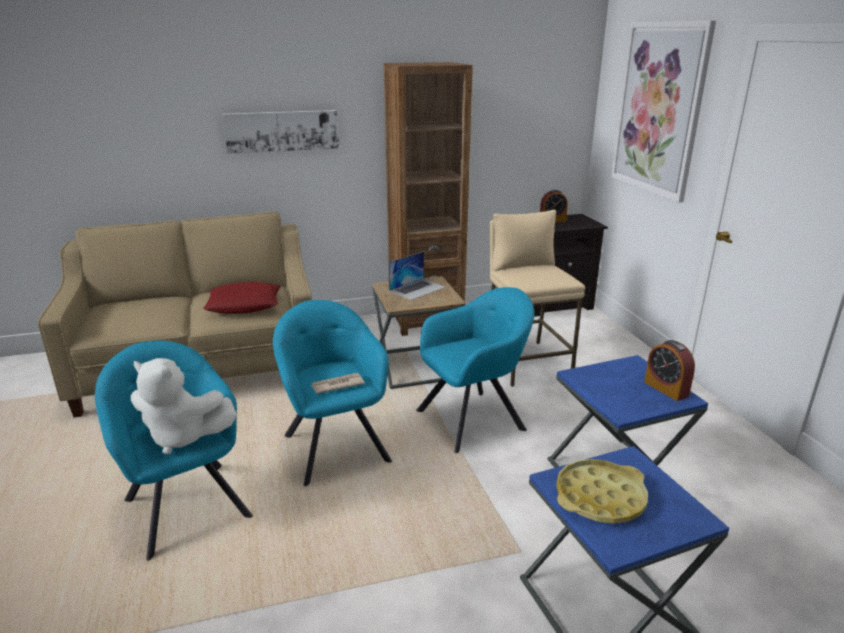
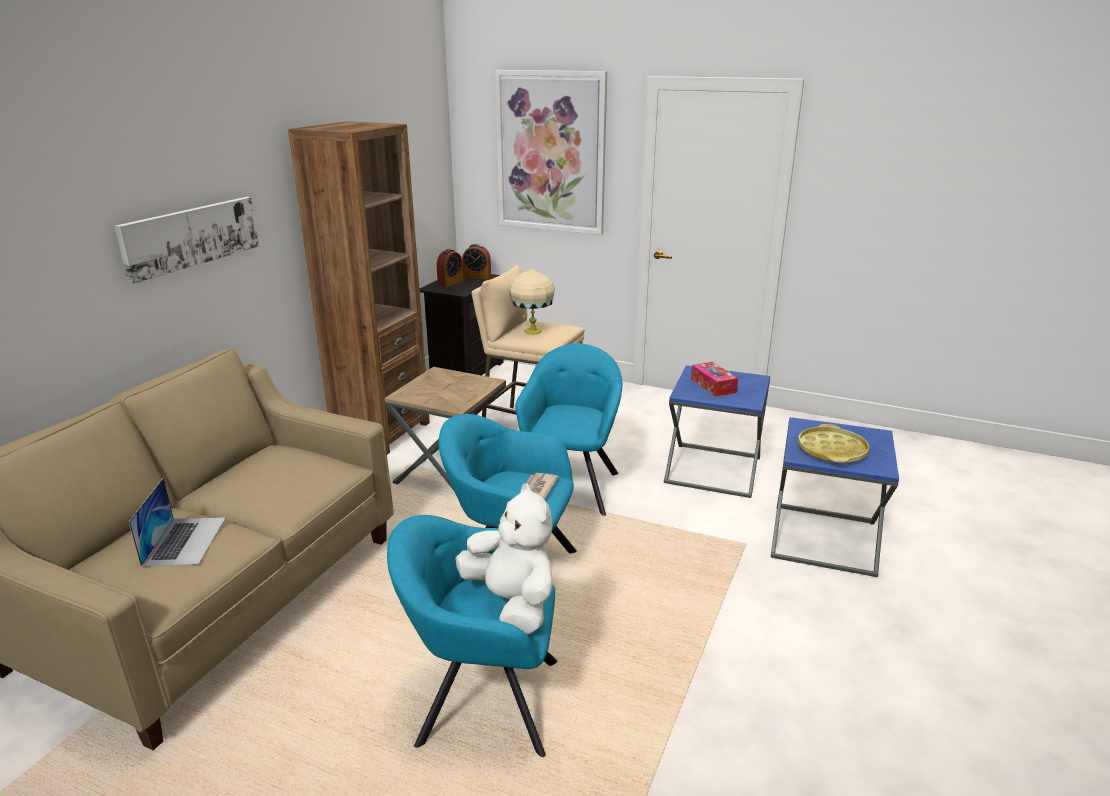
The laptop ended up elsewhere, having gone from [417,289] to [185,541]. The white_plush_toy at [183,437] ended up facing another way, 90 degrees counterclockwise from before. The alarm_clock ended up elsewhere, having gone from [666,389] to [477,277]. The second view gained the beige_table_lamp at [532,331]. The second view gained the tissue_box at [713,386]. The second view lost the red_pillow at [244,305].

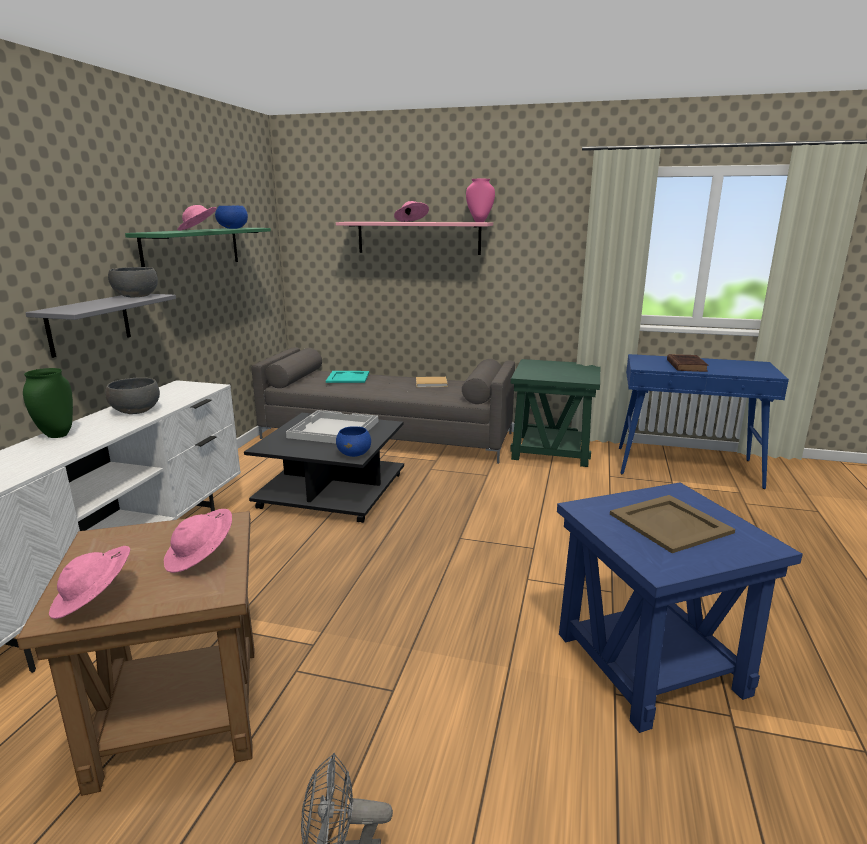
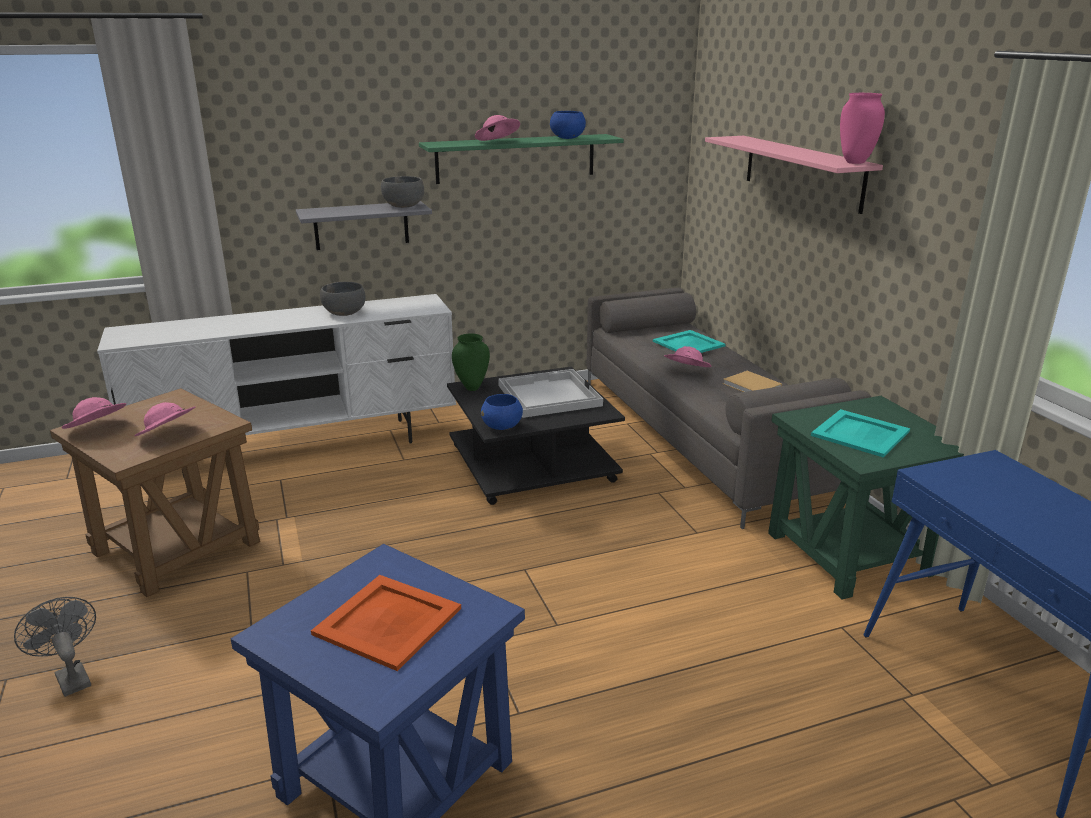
What was the beige_tray at [670,523] turned into the orange_tray at [389,621]. The green_vase ended up elsewhere, having gone from [56,435] to [472,388]. The pink_hat ended up elsewhere, having gone from [411,222] to [686,371]. The second view gained the turquoise_tray at [859,433]. The second view lost the brown_book at [686,365].

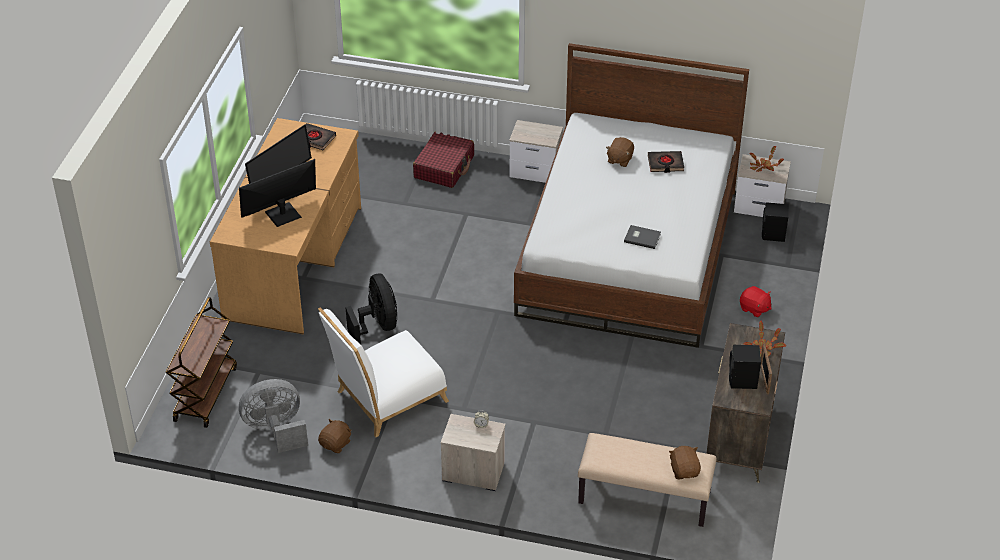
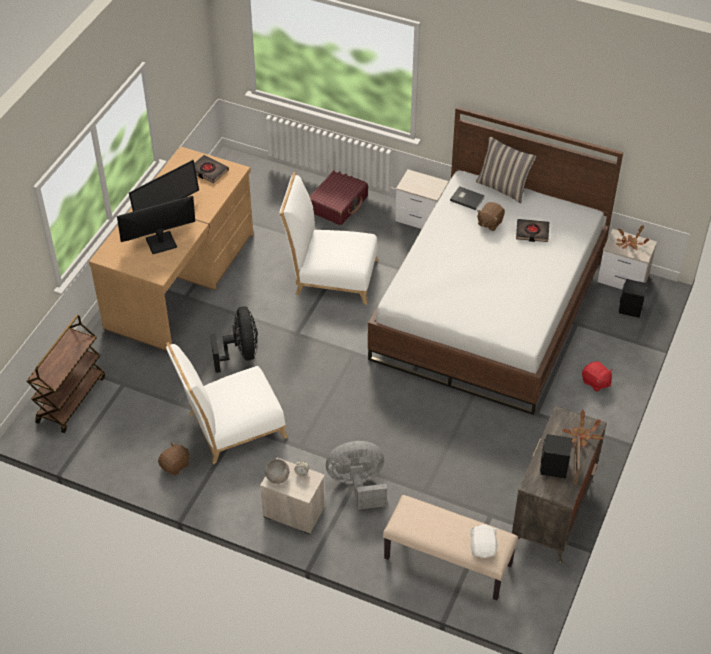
The second view gained the grey_bowl at [277,477]. The second view gained the white_chair at [331,276]. The grey_fan ended up elsewhere, having gone from [276,430] to [358,485]. The grey_book ended up elsewhere, having gone from [642,237] to [467,198]. What was the brown_plush_toy at [684,470] turned into the white_plush_toy at [483,548]. The second view gained the pillow at [503,187].

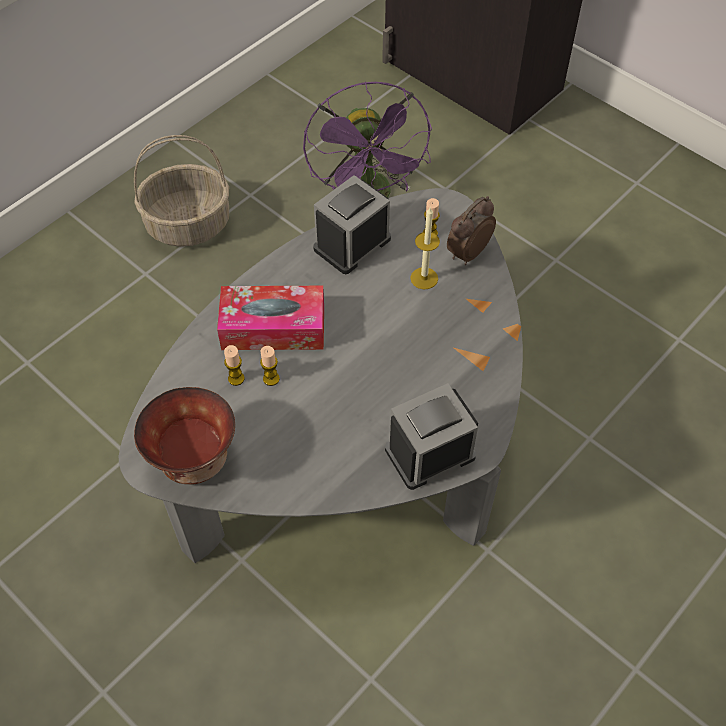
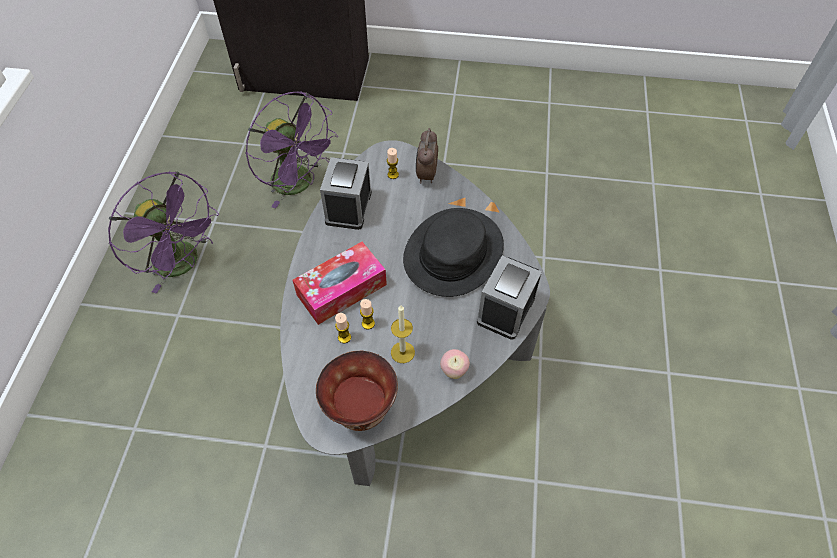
Where the basket stood at [189,223], the purple_fan came to stand at [184,264]. The candle ended up elsewhere, having gone from [424,278] to [402,352]. The second view gained the black_hat at [453,252]. The second view gained the apple at [454,371].

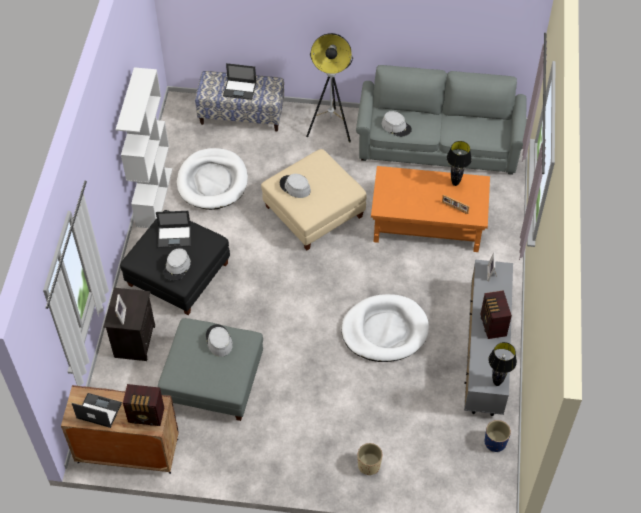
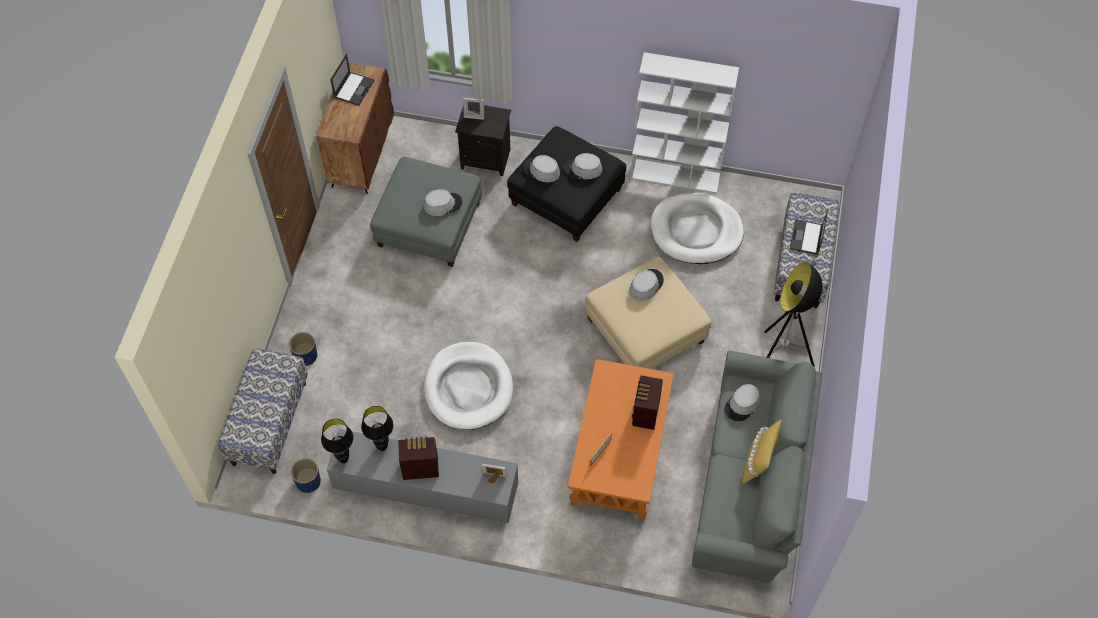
The second view gained the bench at [269,423]. What was the beige_planter at [368,465] turned into the blue_planter at [305,356]. The black_table_lamp ended up elsewhere, having gone from [455,183] to [382,447]. Where the laptop stood at [175,236], the grey_hat came to stand at [583,169]. The radio ended up elsewhere, having gone from [147,416] to [645,413]. The second view gained the yellow_pillow at [758,462].

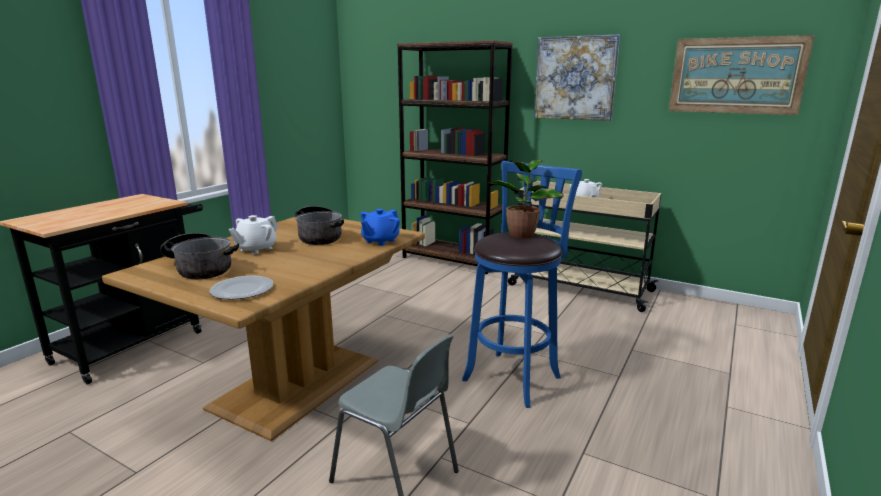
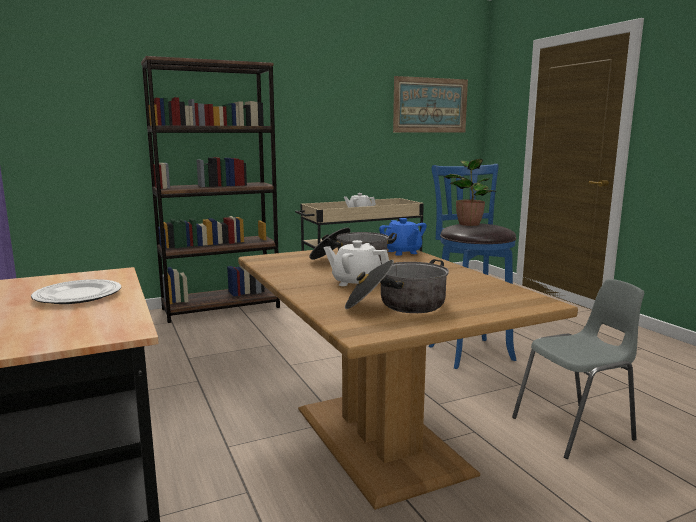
The plate ended up elsewhere, having gone from [241,290] to [77,295]. The white_teapot at [256,249] ended up facing another way, 135 degrees clockwise from before. The second view lost the picture at [575,78].

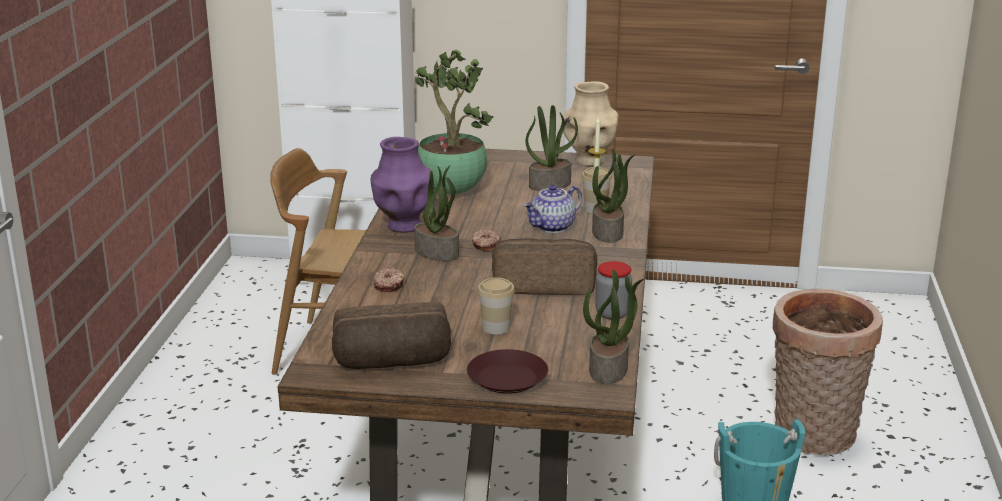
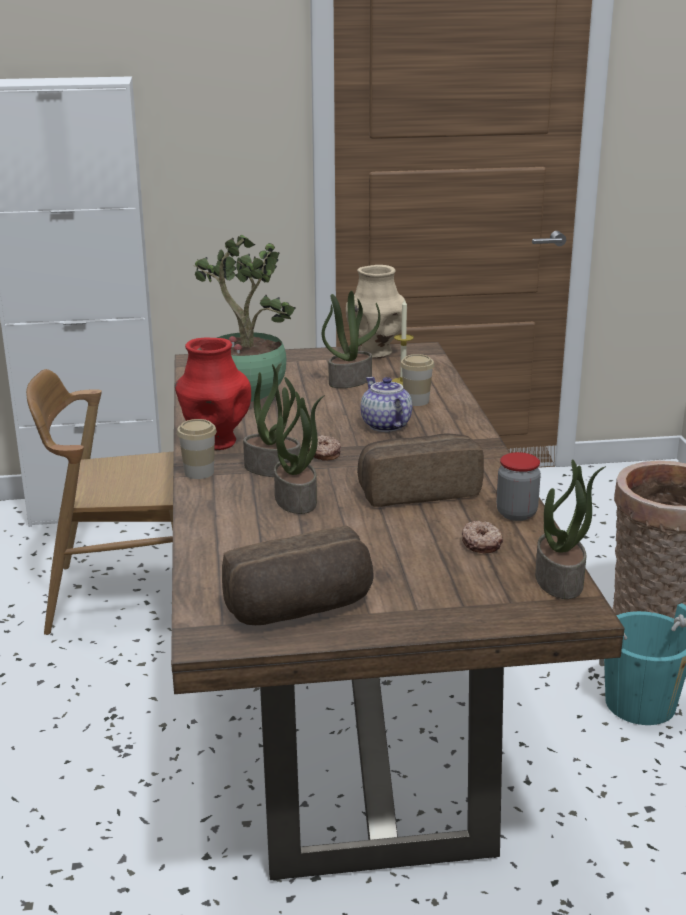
What was the purple_vase at [403,226] turned into the red_vase at [215,443]. The cup ended up elsewhere, having gone from [496,327] to [199,472]. The potted_plant ended up elsewhere, having gone from [608,233] to [297,500]. The teapot at [553,227] ended up facing another way, 120 degrees clockwise from before. The donut ended up elsewhere, having gone from [389,285] to [482,543]. The second view lost the brown_plate at [507,378].

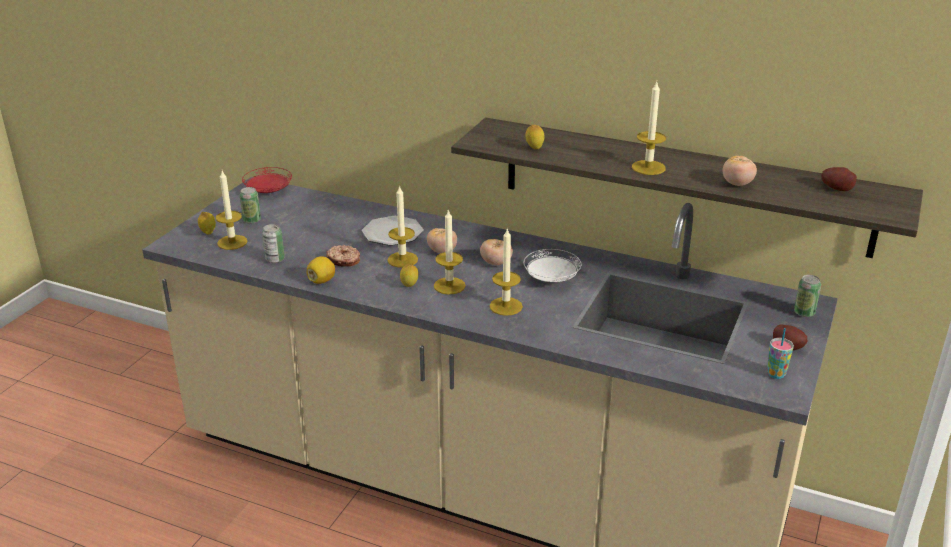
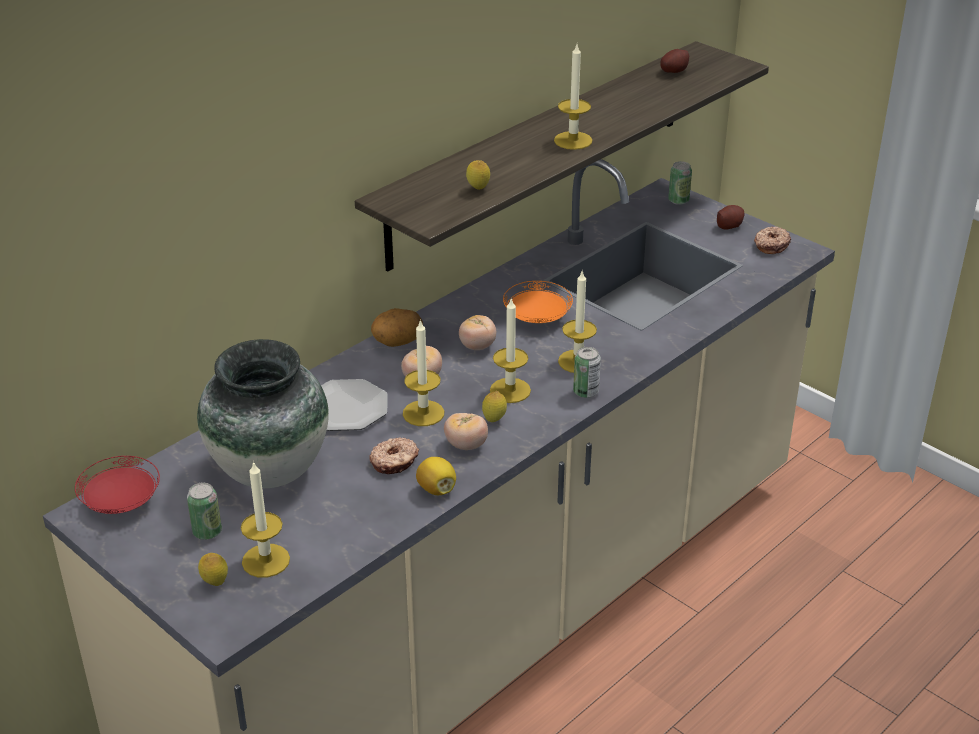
The second view gained the vase at [270,471]. The second view gained the potato at [397,342]. The tomato ended up elsewhere, having gone from [737,184] to [466,445]. What was the white_plate at [552,279] turned into the orange_plate at [537,318]. The can ended up elsewhere, having gone from [275,259] to [586,392]. Where the cup stood at [776,374], the donut came to stand at [770,245].

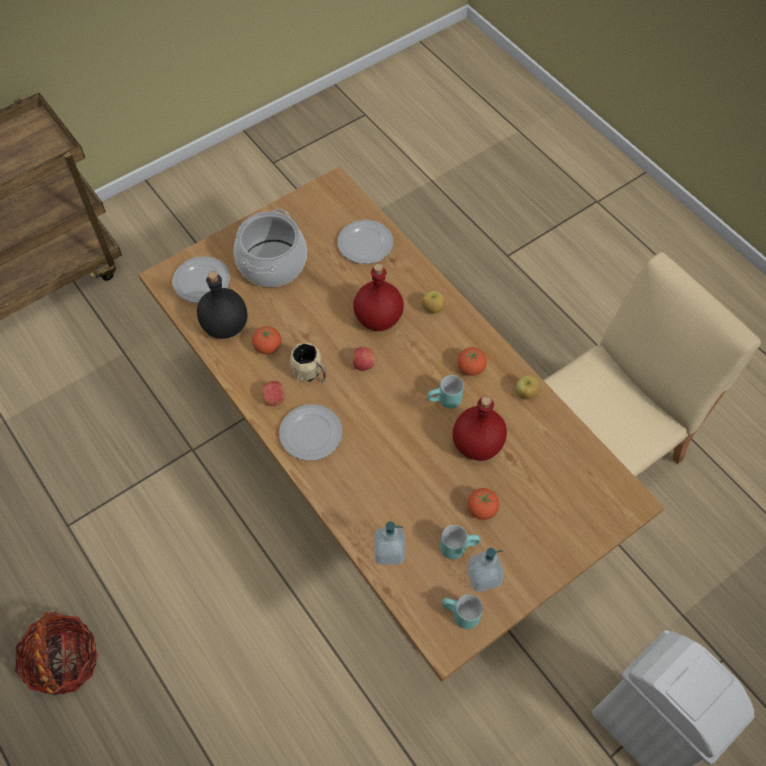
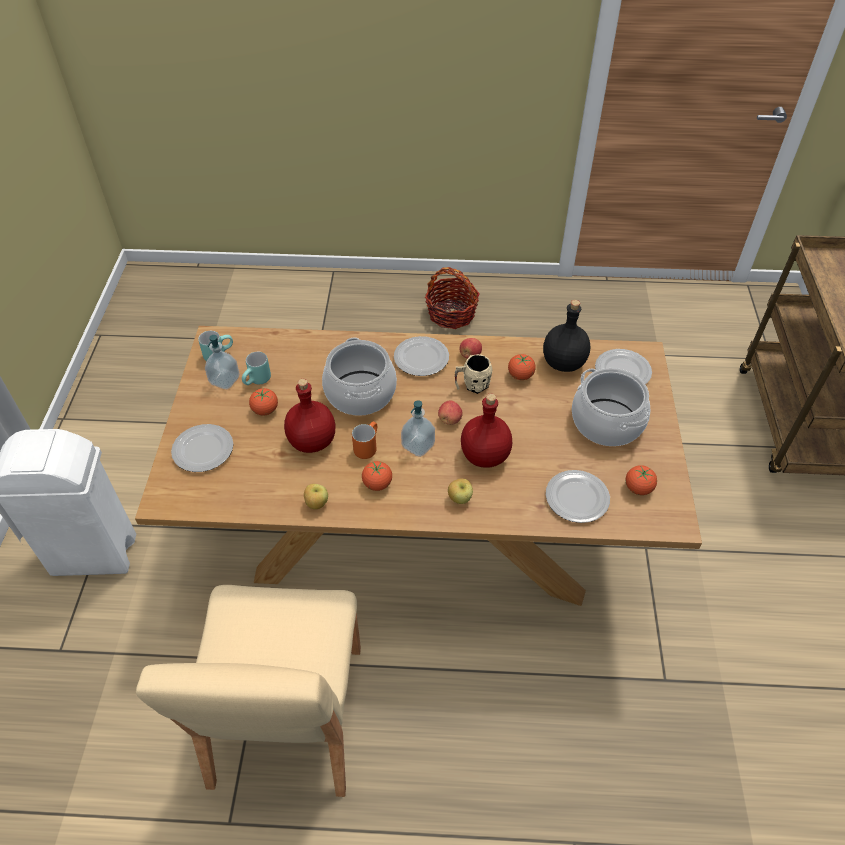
The second view gained the plate at [203,451]. The second view gained the cooking_pot at [360,393]. What was the turquoise_mug at [445,402] turned into the orange_mug at [366,446]. The soap_dispenser ended up elsewhere, having gone from [389,552] to [418,445]. The second view gained the tomato at [638,488].

